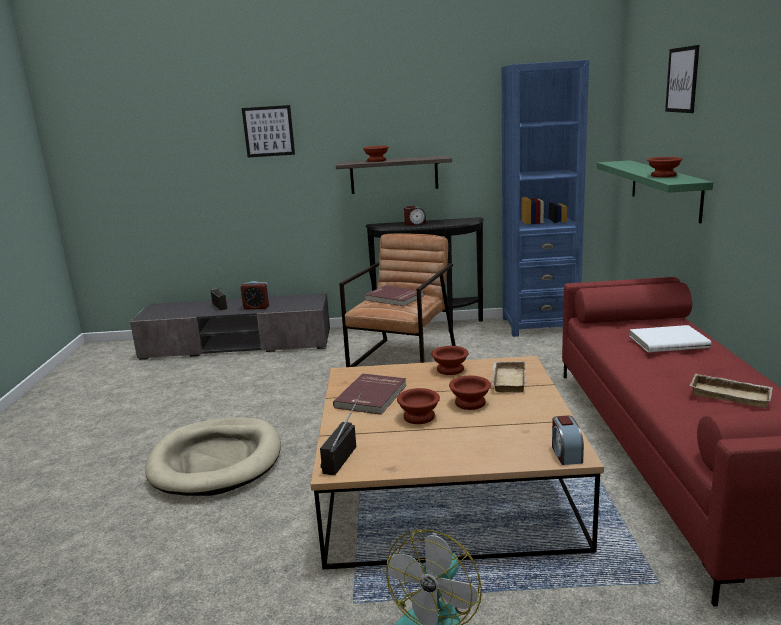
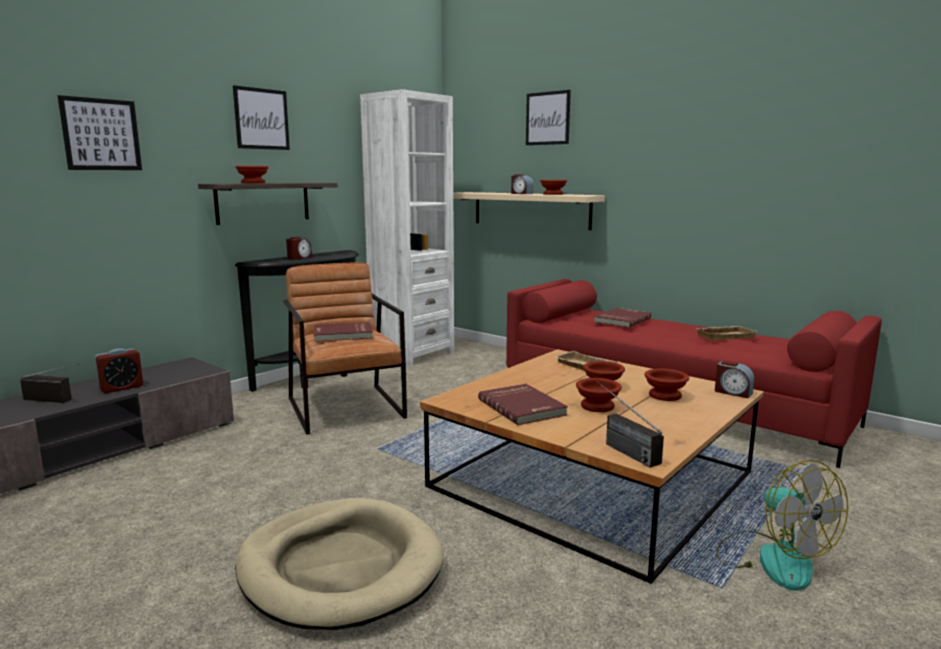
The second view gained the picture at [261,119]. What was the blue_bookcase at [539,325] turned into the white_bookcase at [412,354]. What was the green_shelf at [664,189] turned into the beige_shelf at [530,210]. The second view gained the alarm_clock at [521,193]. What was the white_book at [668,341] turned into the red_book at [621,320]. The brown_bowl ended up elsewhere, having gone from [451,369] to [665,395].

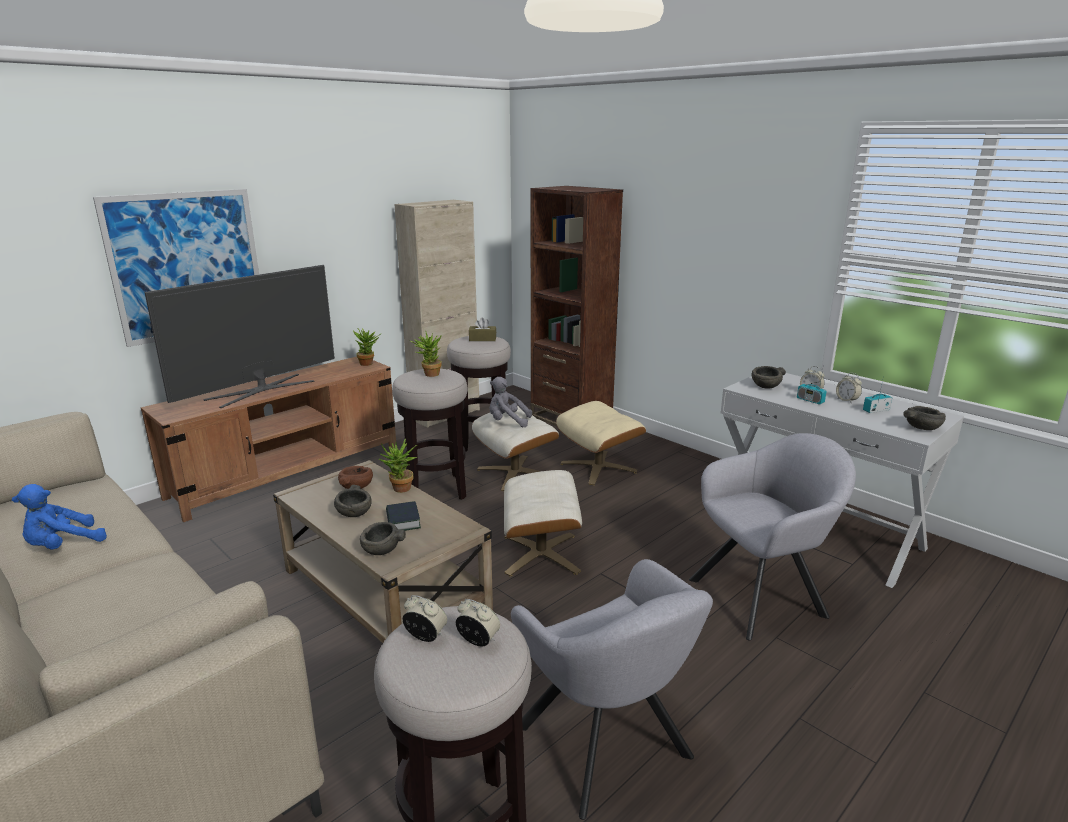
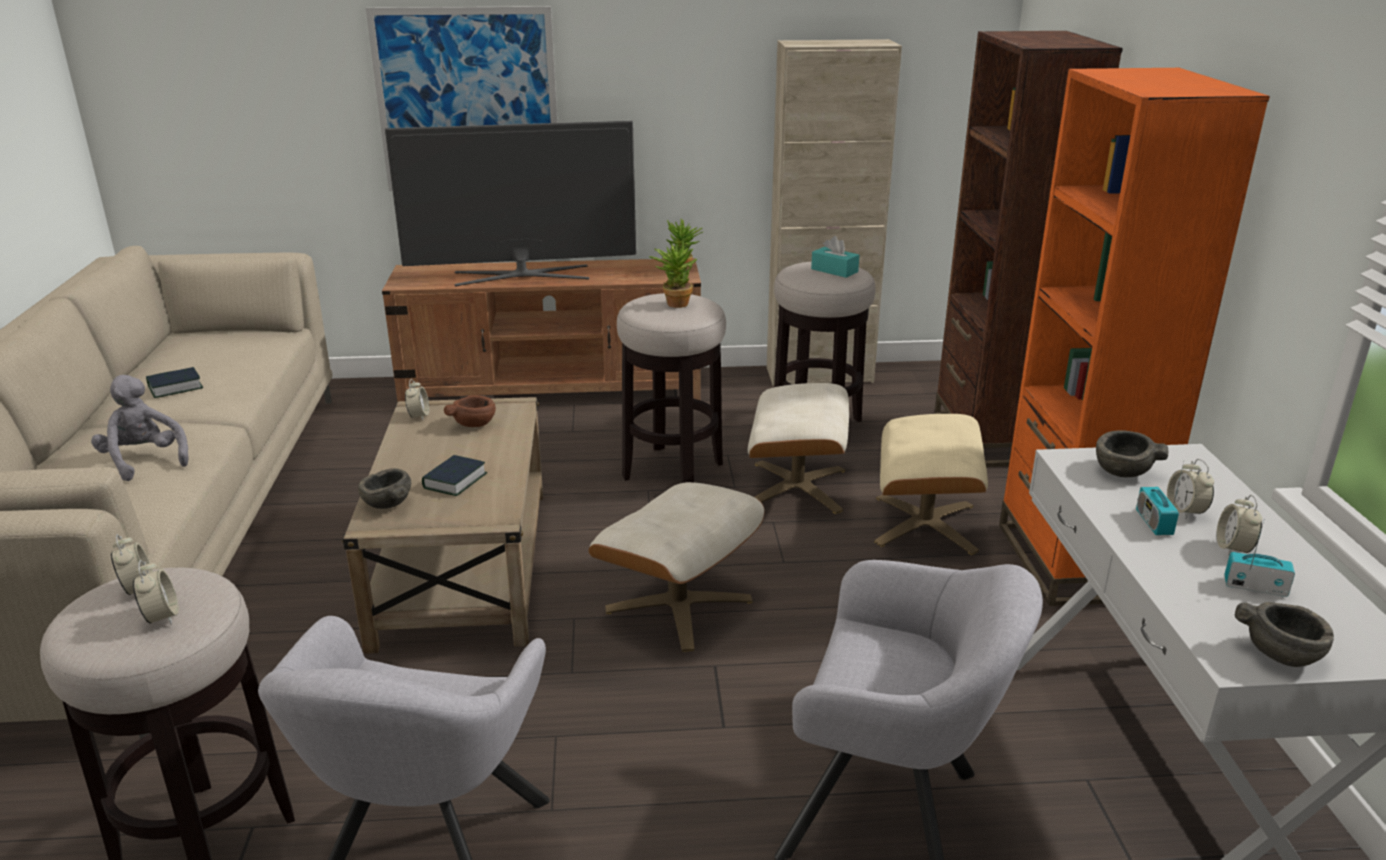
The grey_plush_toy ended up elsewhere, having gone from [507,422] to [144,461]. Where the blue_plush_toy stood at [63,546], the book came to stand at [175,387]. The second view gained the alarm_clock at [419,416]. What was the brown_tissue_box at [482,339] turned into the turquoise_tissue_box at [834,270]. The second view gained the orange_bookcase at [1070,561]. The second view lost the grey_bowl at [355,513]. The second view lost the potted_plant at [400,490].

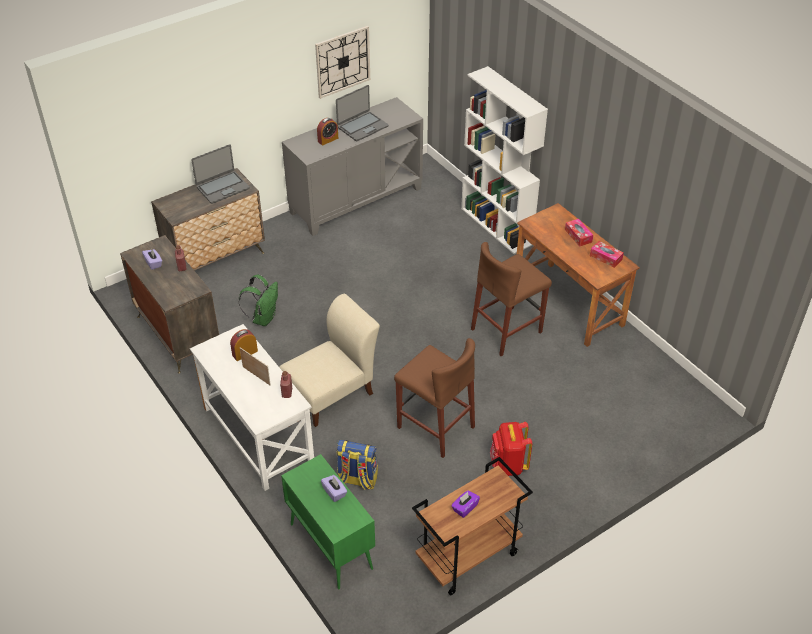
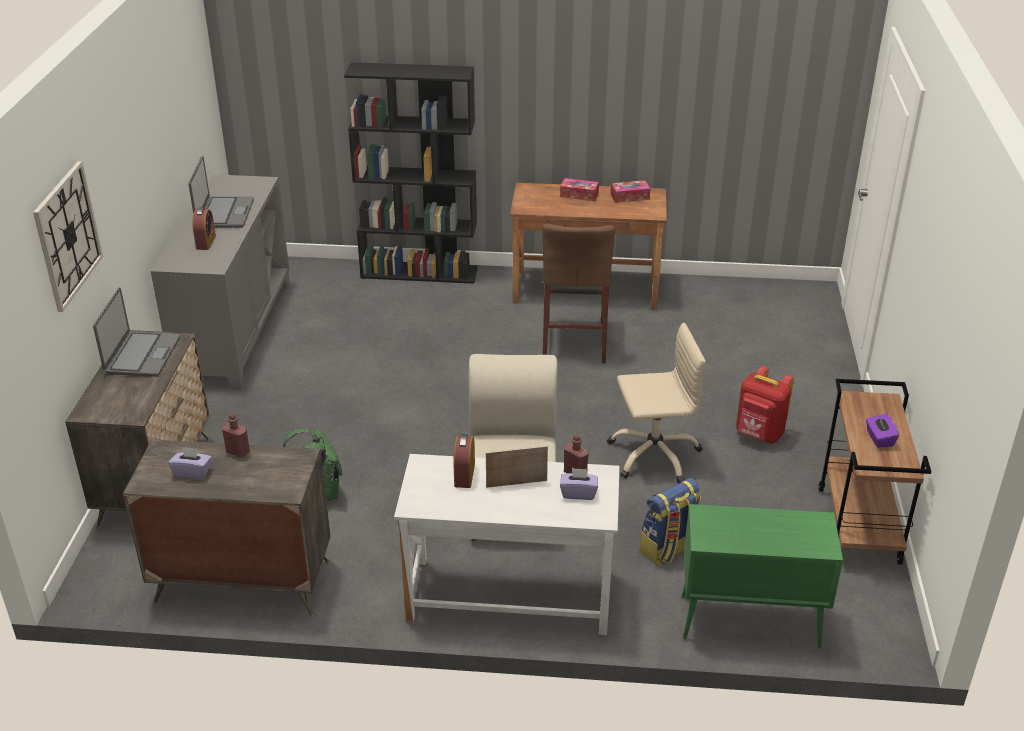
The wall_clock ended up elsewhere, having gone from [342,61] to [67,235]. What was the white_bookcase at [497,226] turned into the black_bookcase at [420,272]. The purple_tissue_box ended up elsewhere, having gone from [334,492] to [578,493]. Where the brown_stool stood at [435,427], the beige_office_chair came to stand at [654,454].

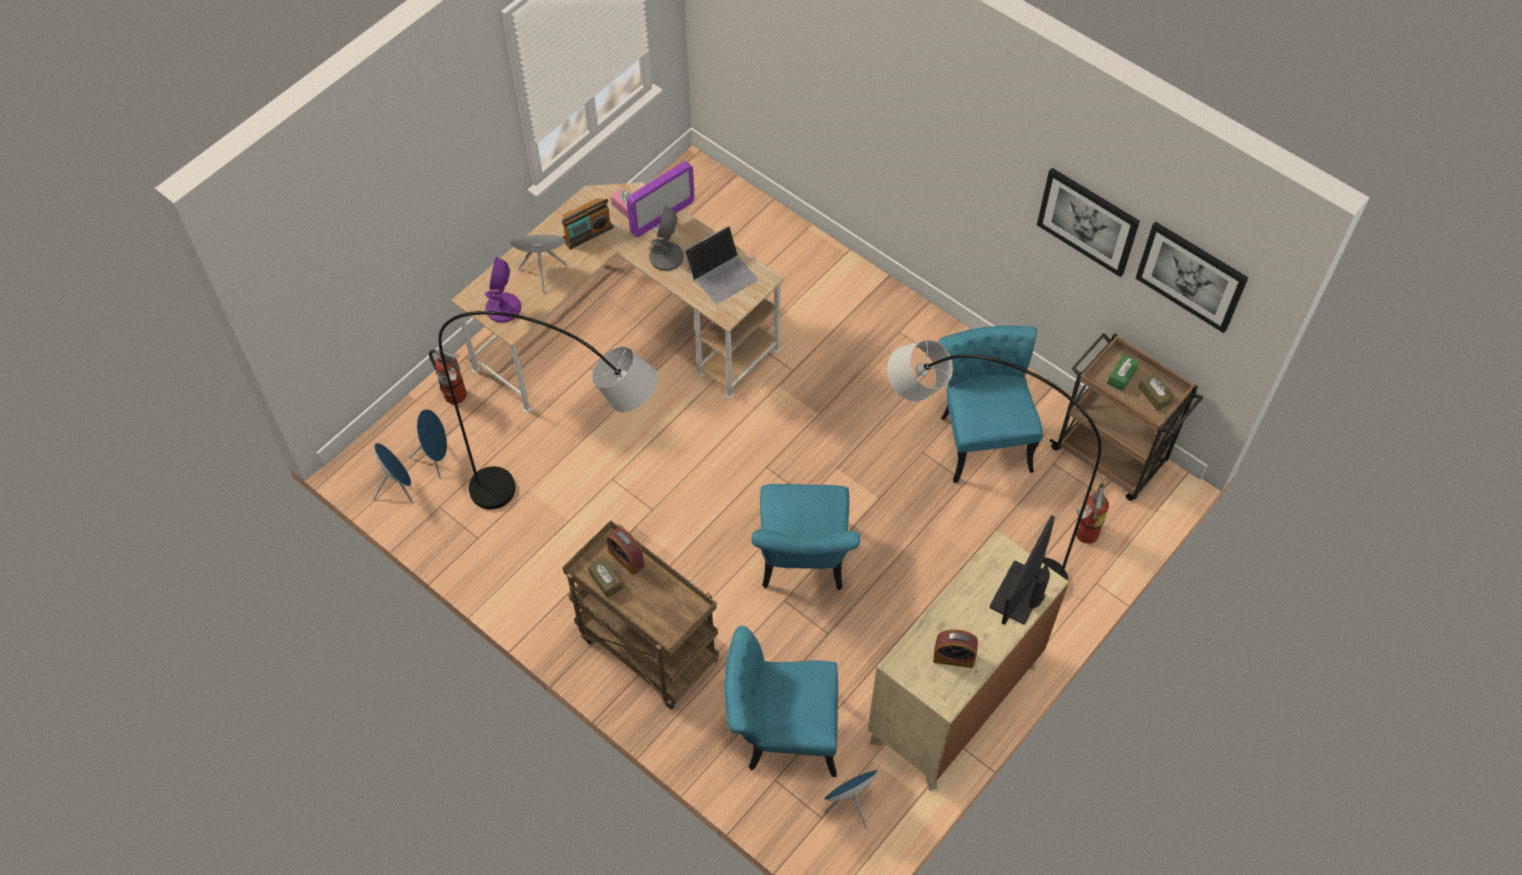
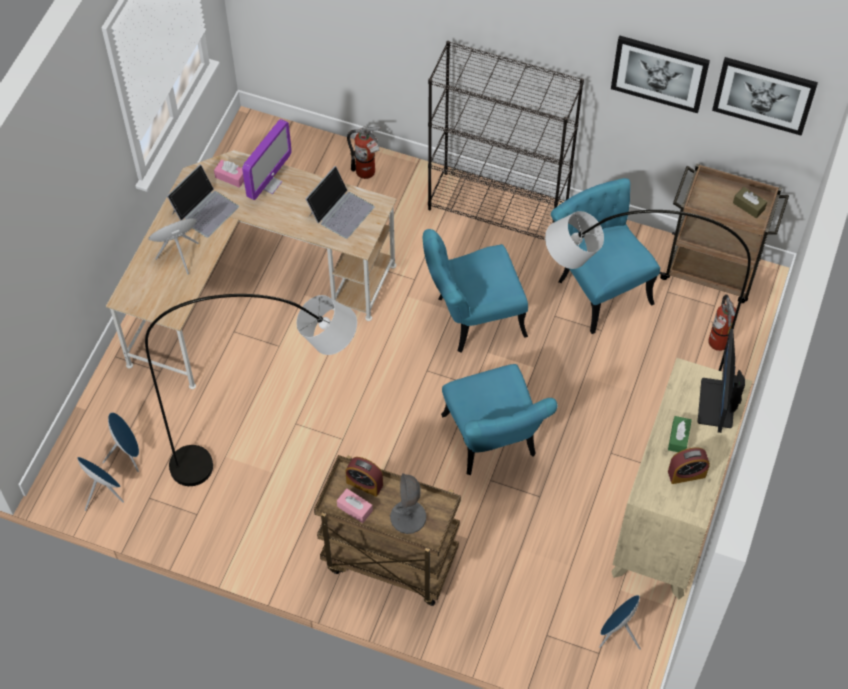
Where the radio stood at [588,233], the laptop came to stand at [205,209]. What was the brown_tissue_box at [605,580] turned into the pink_tissue_box at [354,508]. The fire_extinguisher ended up elsewhere, having gone from [456,398] to [367,173]. The grey_table_lamp ended up elsewhere, having gone from [666,257] to [408,517]. The turquoise_chair ended up elsewhere, having gone from [780,731] to [471,319]. The second view gained the black_bookcase at [498,209]. The green_tissue_box ended up elsewhere, having gone from [1121,376] to [678,438]. The second view lost the purple_table_lamp at [503,308].

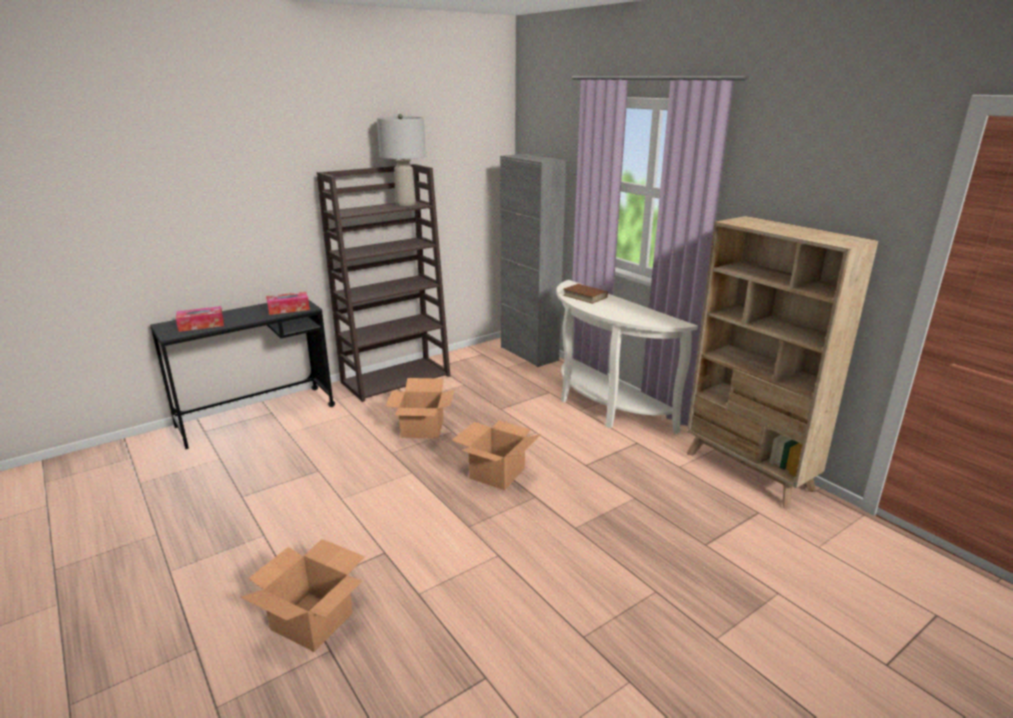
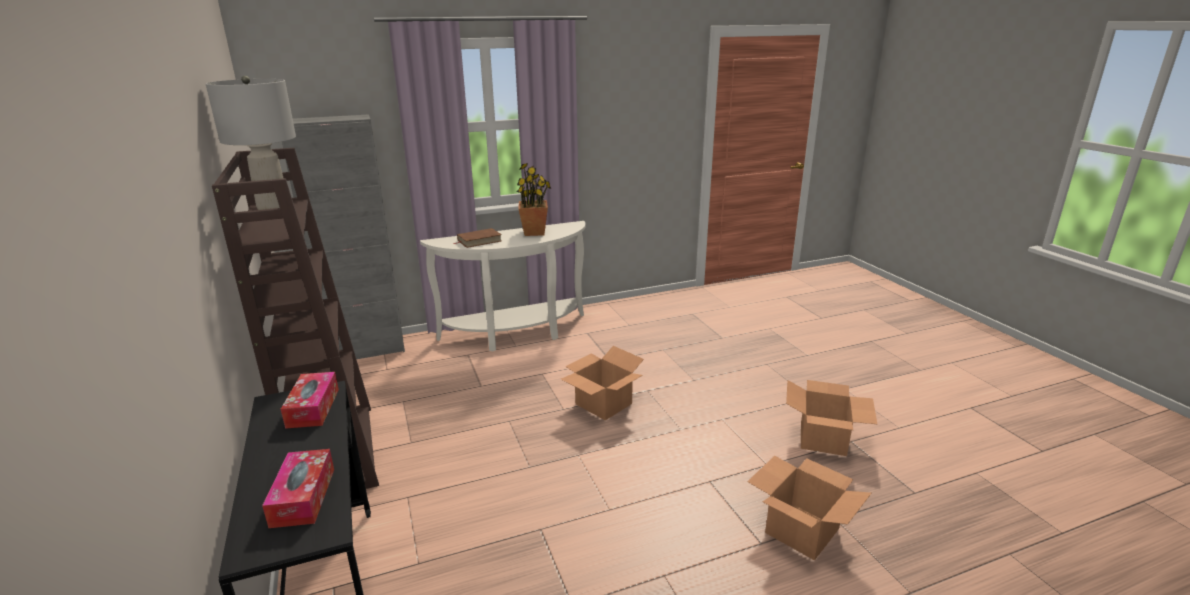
The second view gained the potted_plant at [534,232]. The cardboard_box ended up elsewhere, having gone from [423,428] to [822,438]. The second view lost the beige_bookcase at [748,472].

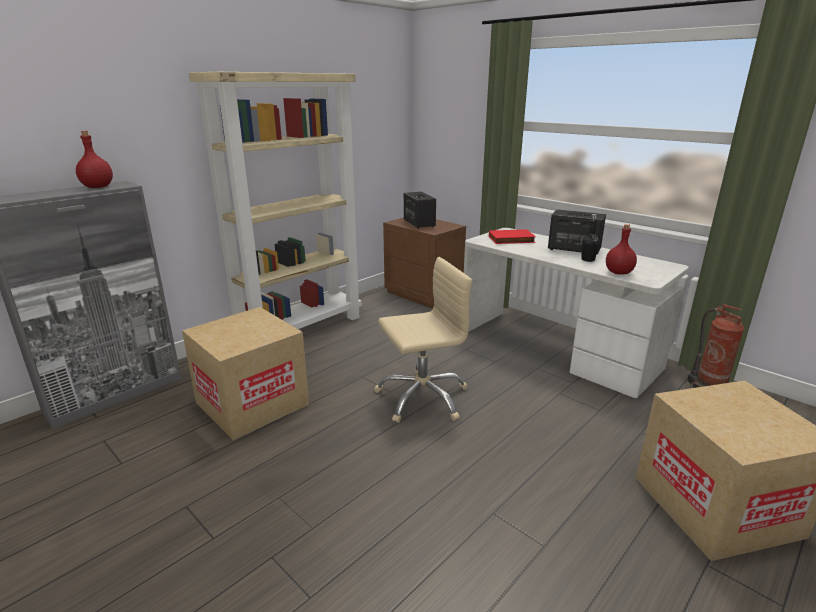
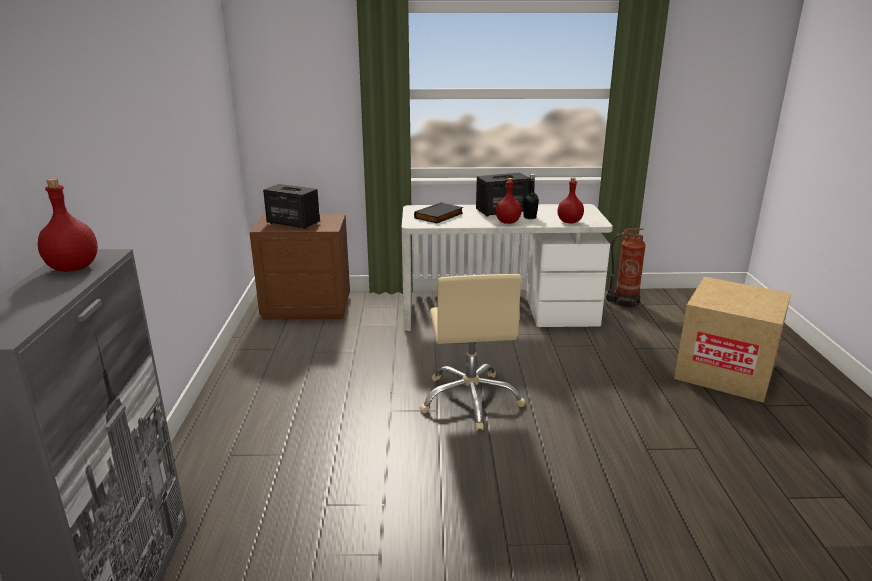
What was the red_book at [511,240] turned into the black_book at [439,216]. The beige_office_chair at [422,397] ended up facing another way, 150 degrees clockwise from before. The second view gained the red_bottle at [507,222]. The second view lost the cardboard_box at [252,403]. The second view lost the beige_bookcase at [301,329].

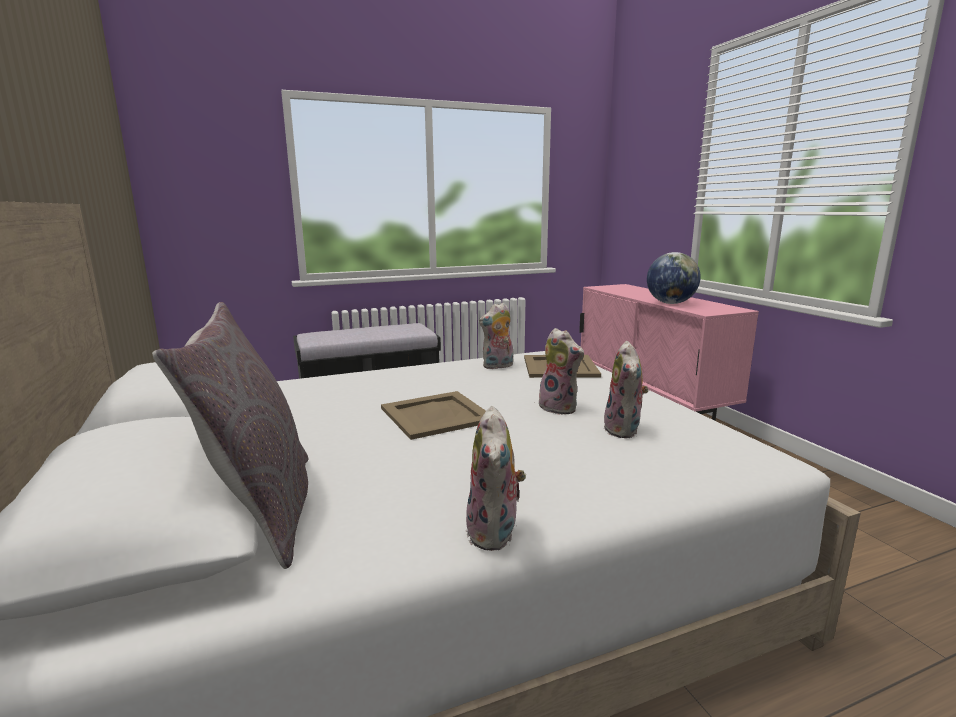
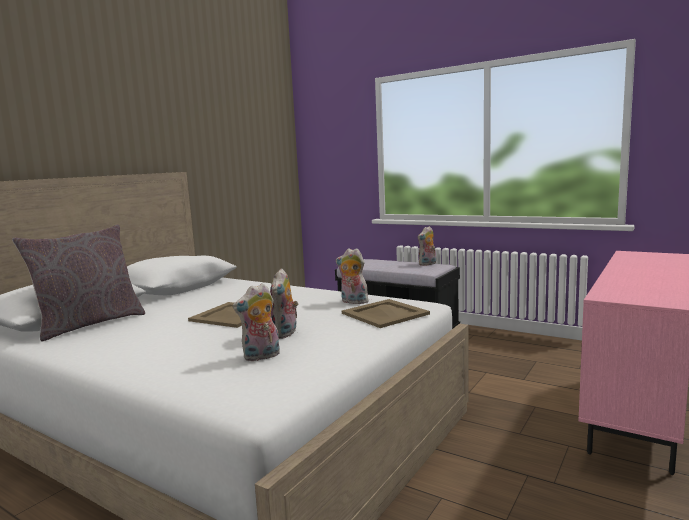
The plush_toy ended up elsewhere, having gone from [495,533] to [427,264]. The second view lost the globe at [670,303].

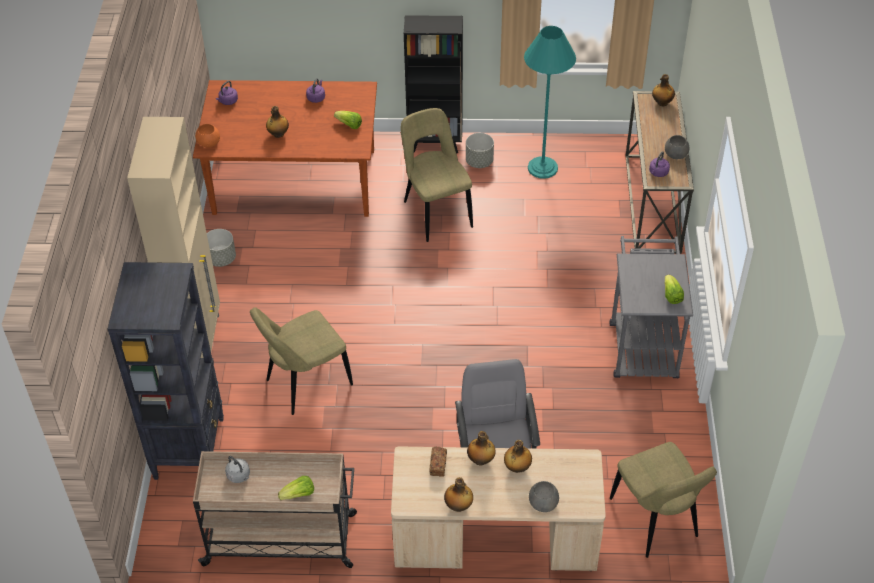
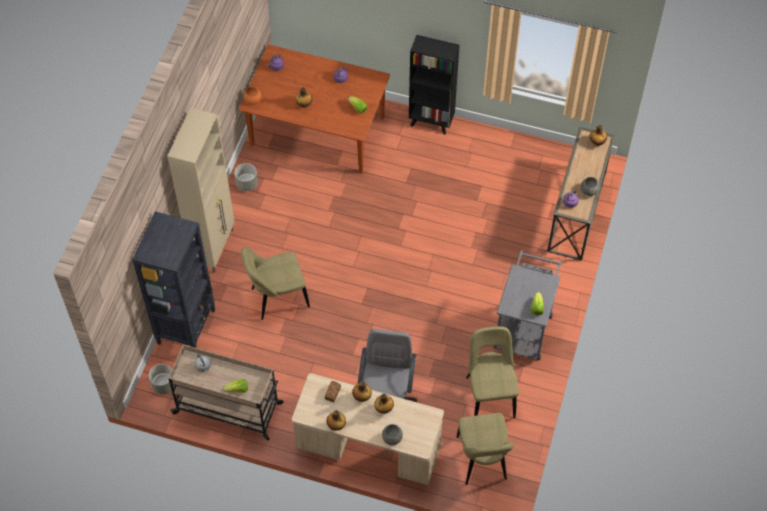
The grey_planter ended up elsewhere, having gone from [479,161] to [163,385]. The beige_chair ended up elsewhere, having gone from [436,212] to [489,394]. The second view lost the turquoise_floor_lamp at [542,168].

